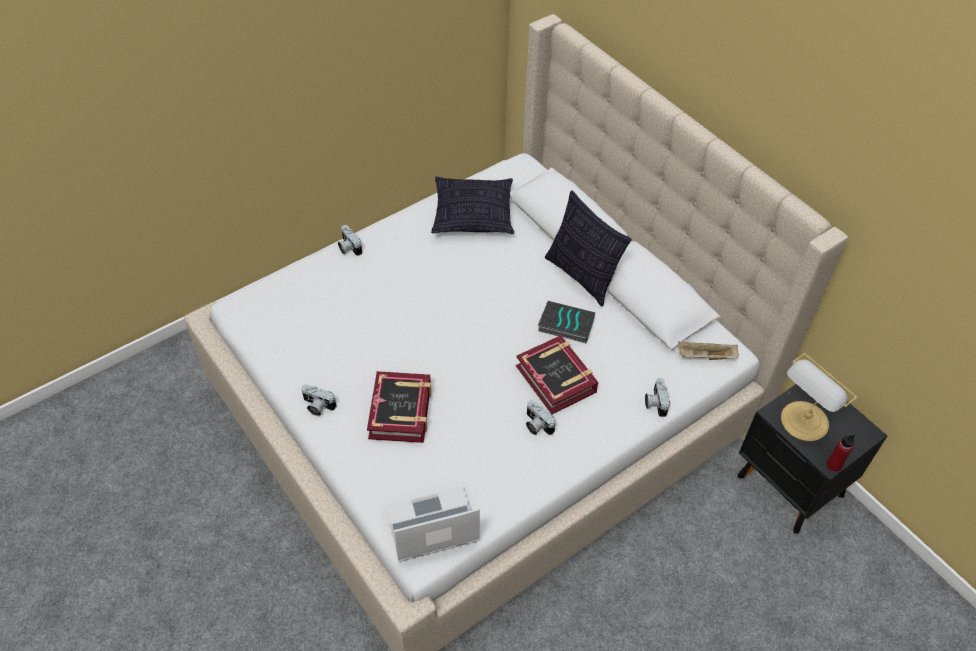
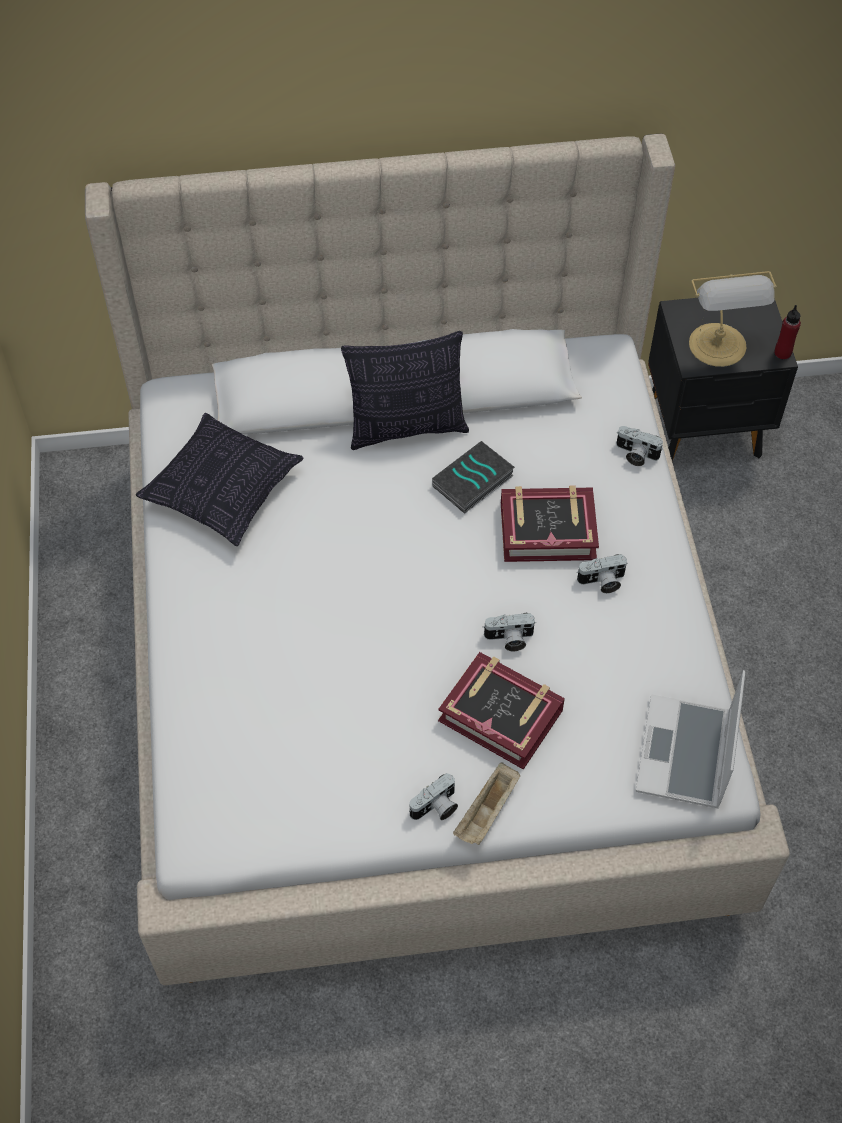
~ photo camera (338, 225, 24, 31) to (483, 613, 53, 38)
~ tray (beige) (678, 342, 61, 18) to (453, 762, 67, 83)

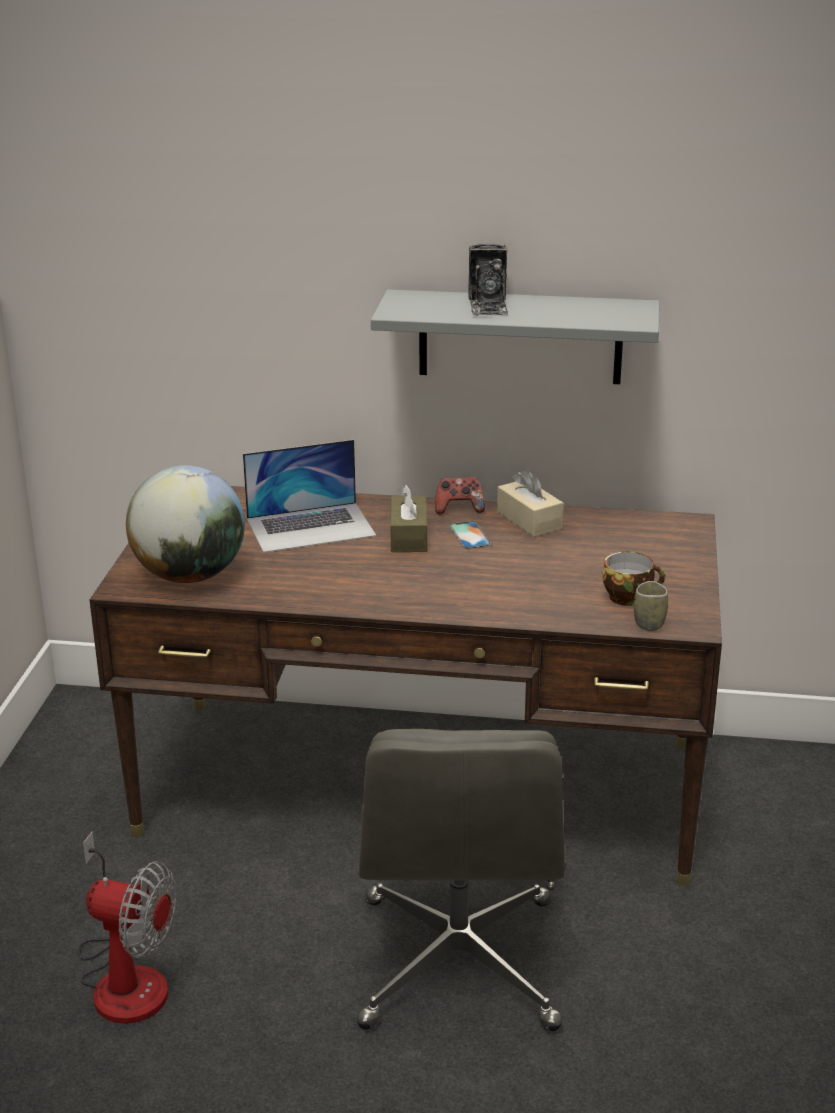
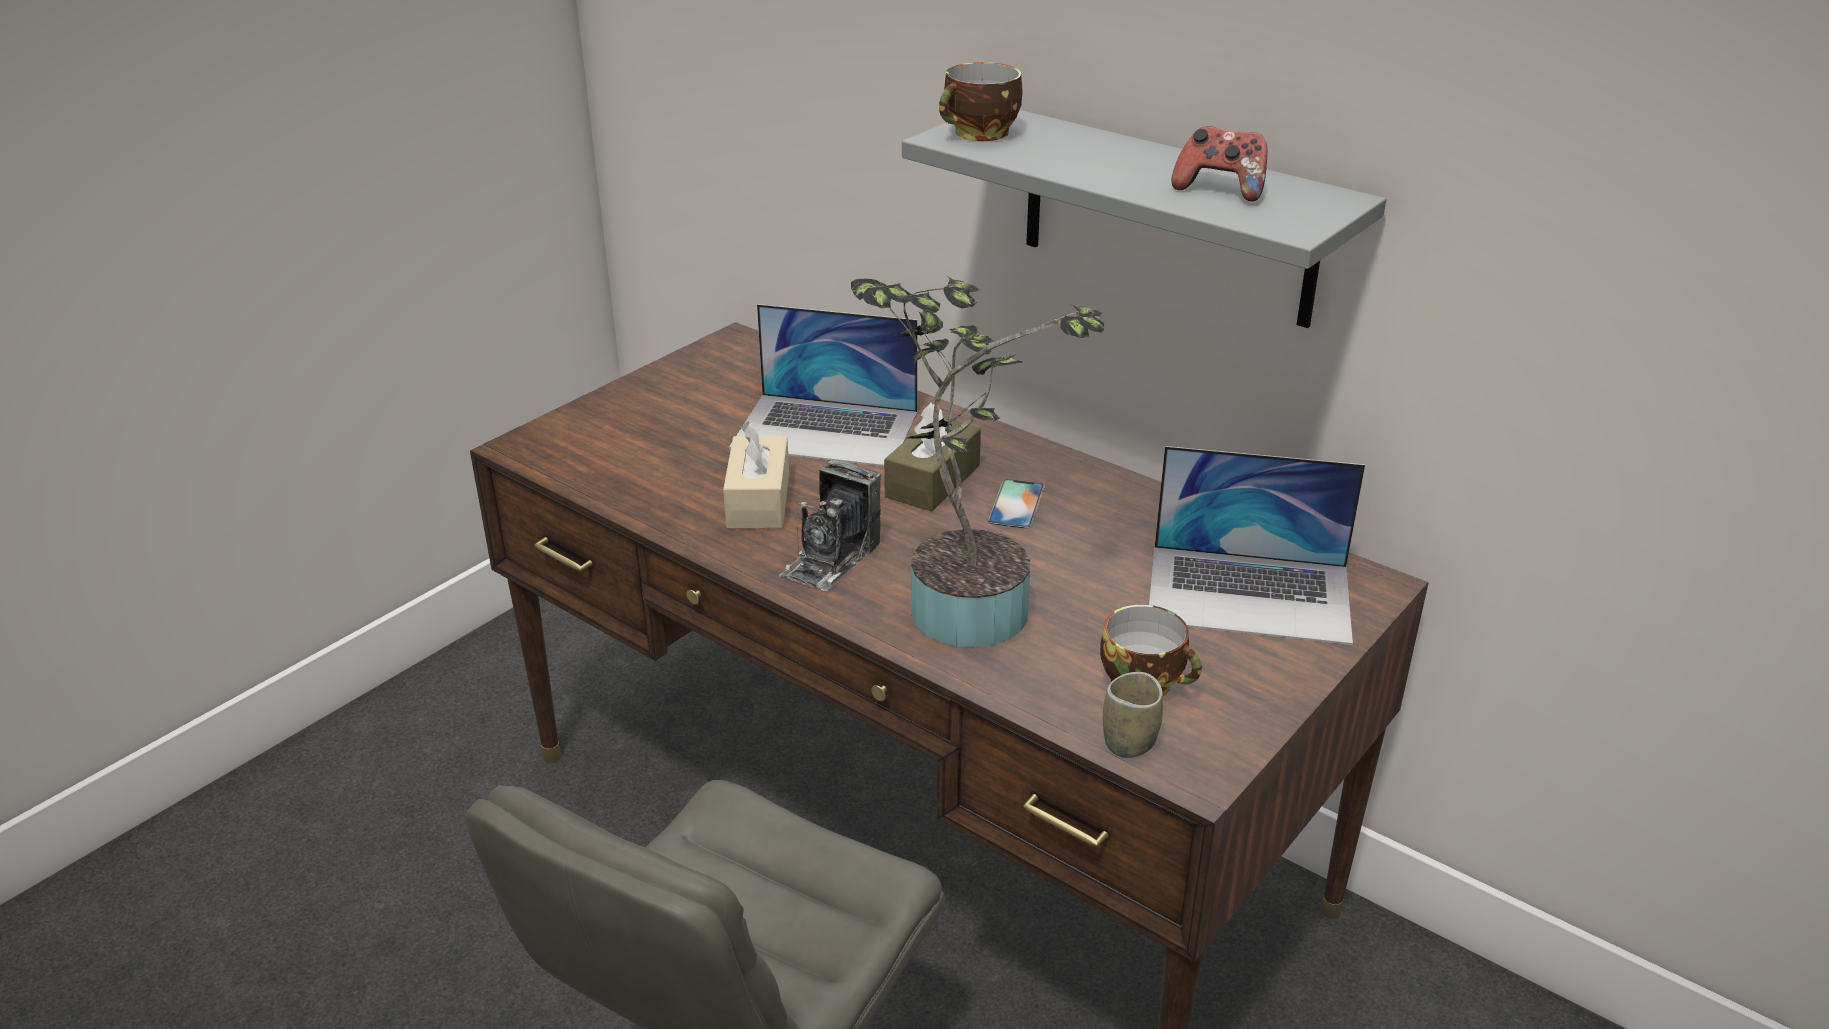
~ photo camera (468, 243, 40, 72) to (779, 460, 102, 131)
- globe (126, 465, 119, 118)
~ tissue box (beige) (497, 469, 67, 68) to (723, 421, 66, 107)
~ game controller (435, 477, 50, 37) to (1172, 126, 95, 76)
- fan (78, 832, 98, 192)
+ cup (939, 62, 84, 79)
+ potted plant (851, 278, 253, 370)
+ laptop (1149, 446, 216, 199)

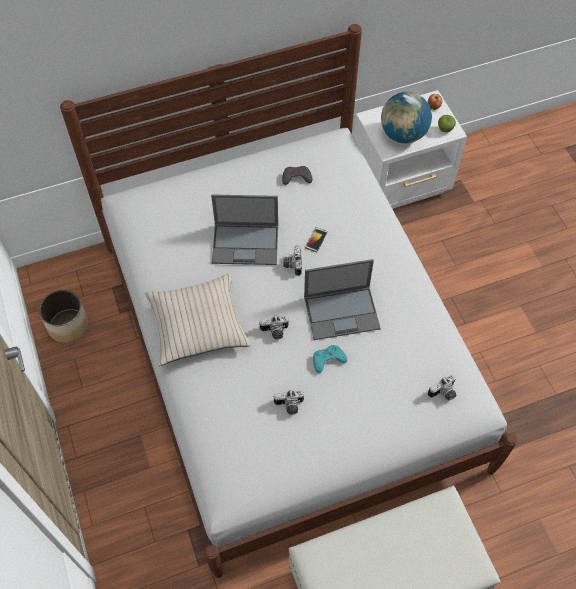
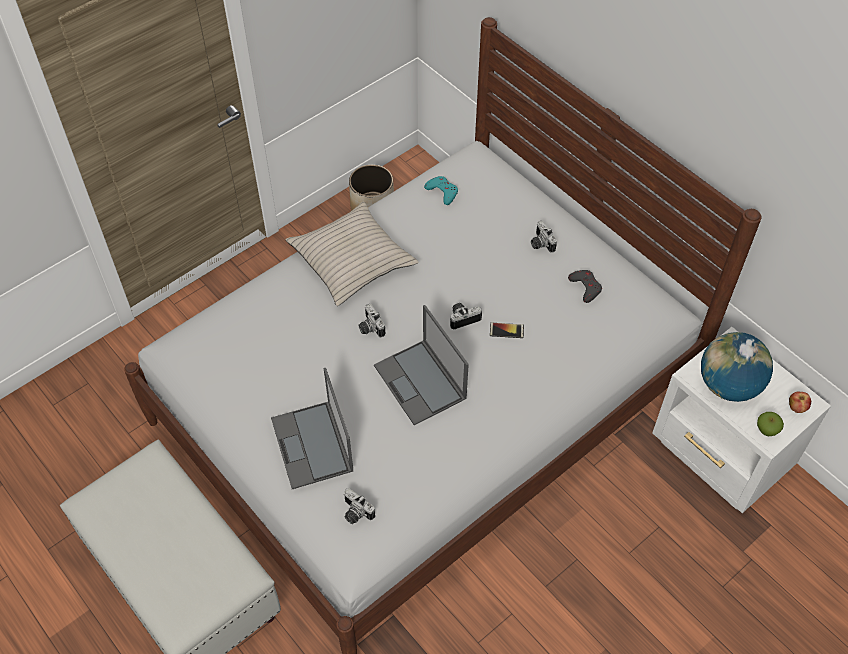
~ laptop (211, 195, 67, 70) to (271, 368, 82, 121)
~ game controller (turquoise) (313, 345, 34, 28) to (424, 176, 34, 29)
~ photo camera (274, 390, 30, 25) to (531, 221, 26, 32)

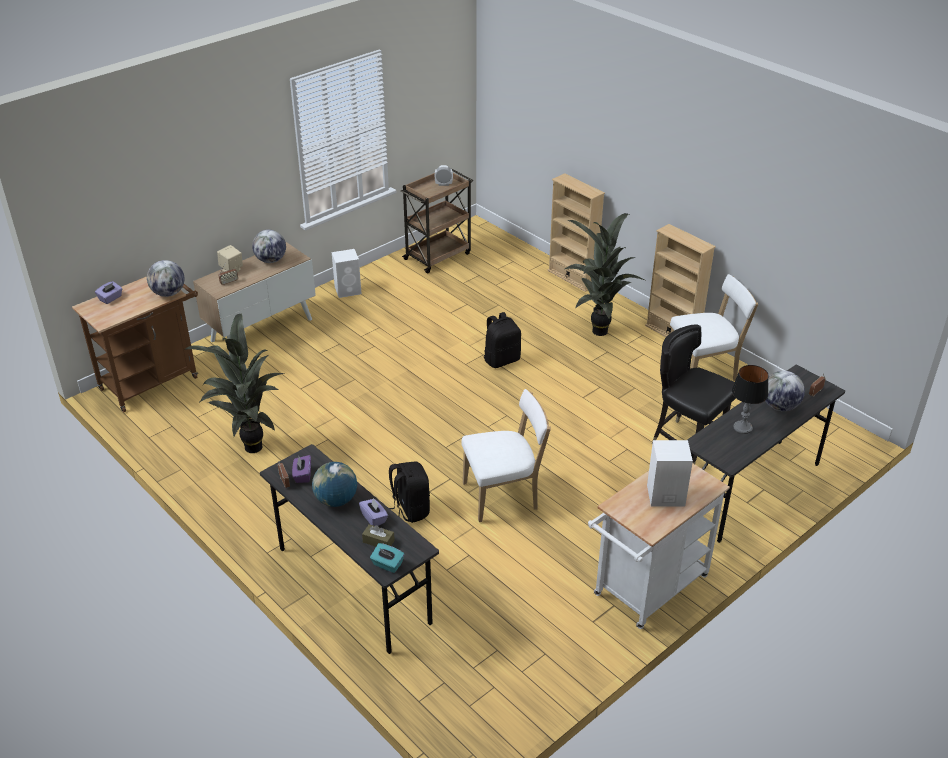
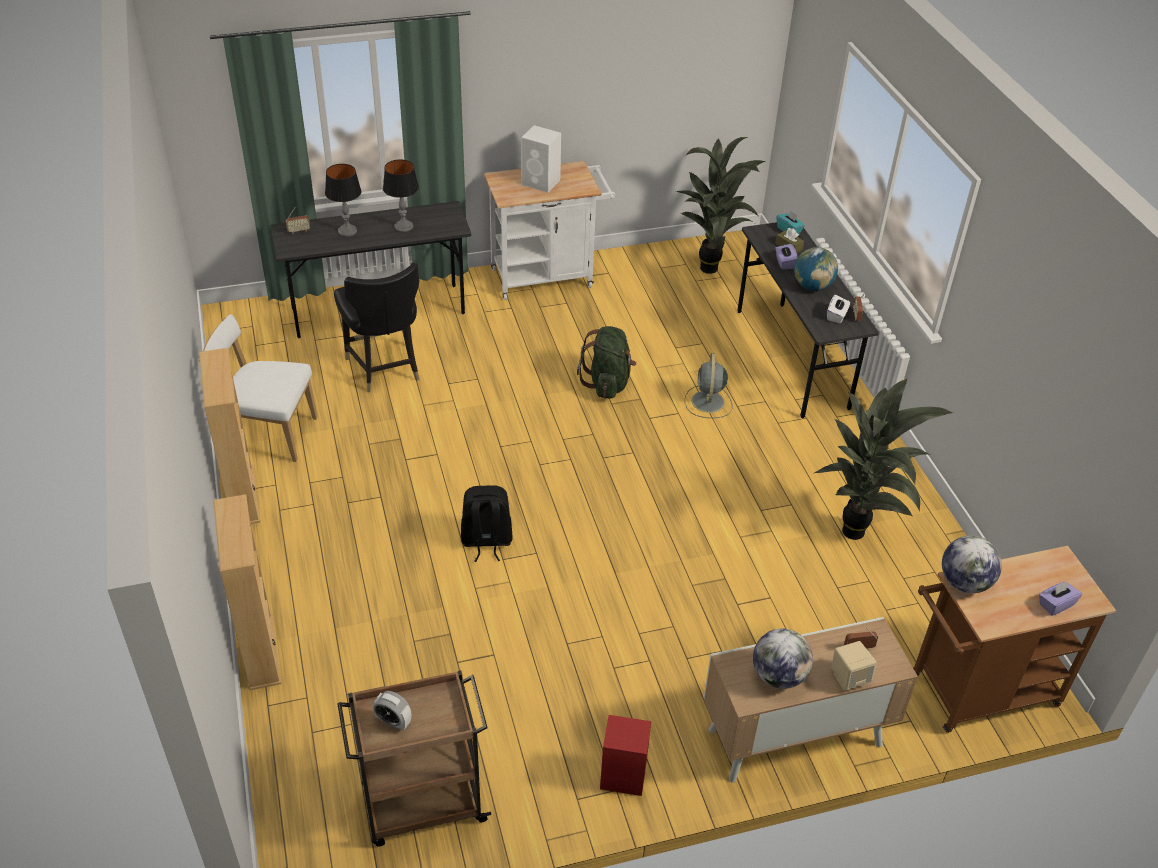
~ potted plant (565, 213, 79, 123) to (676, 137, 90, 137)
~ speaker (white) (332, 249, 29, 49) to speaker (red) (600, 715, 51, 81)
~ globe (765, 371, 40, 40) to table lamp (325, 164, 36, 73)
~ chair (white) (461, 389, 90, 133) to backpack (green) (577, 326, 59, 72)
~ tissue box (purple) (292, 455, 19, 28) to tissue box (white) (827, 295, 23, 28)
~ backpack (black) (389, 462, 41, 61) to fan (grey) (685, 353, 47, 65)

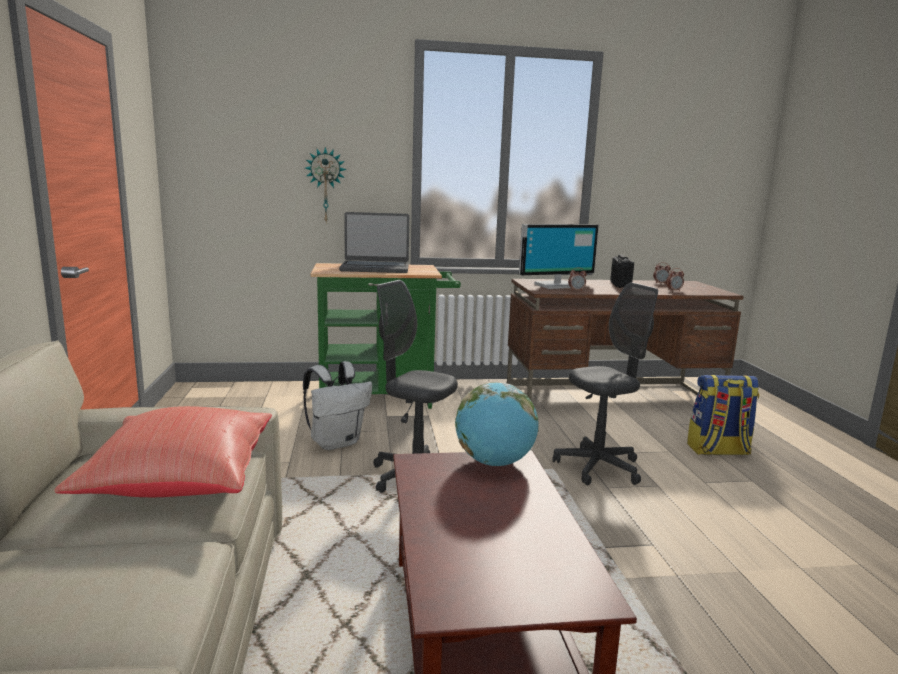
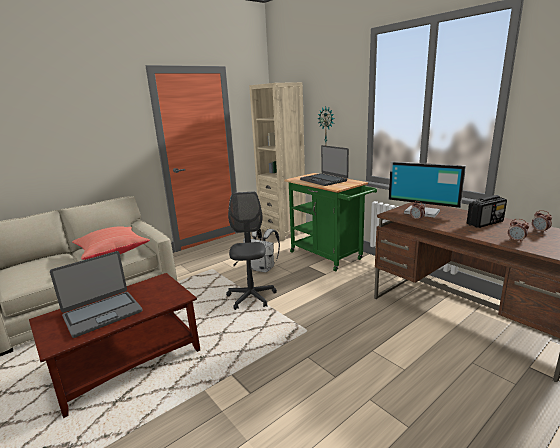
- office chair (grey) (552, 282, 106, 203)
- backpack (687, 375, 72, 80)
- globe (455, 382, 84, 84)
+ bookcase (beige) (249, 82, 57, 159)
+ laptop (50, 251, 93, 87)

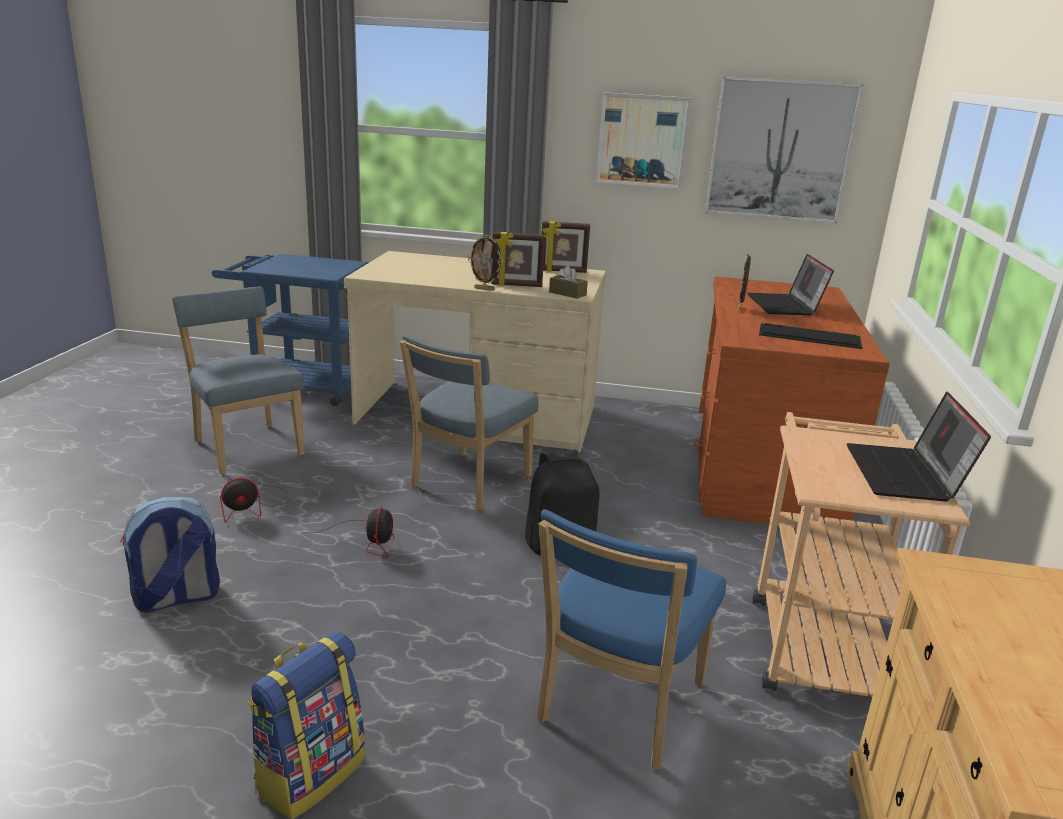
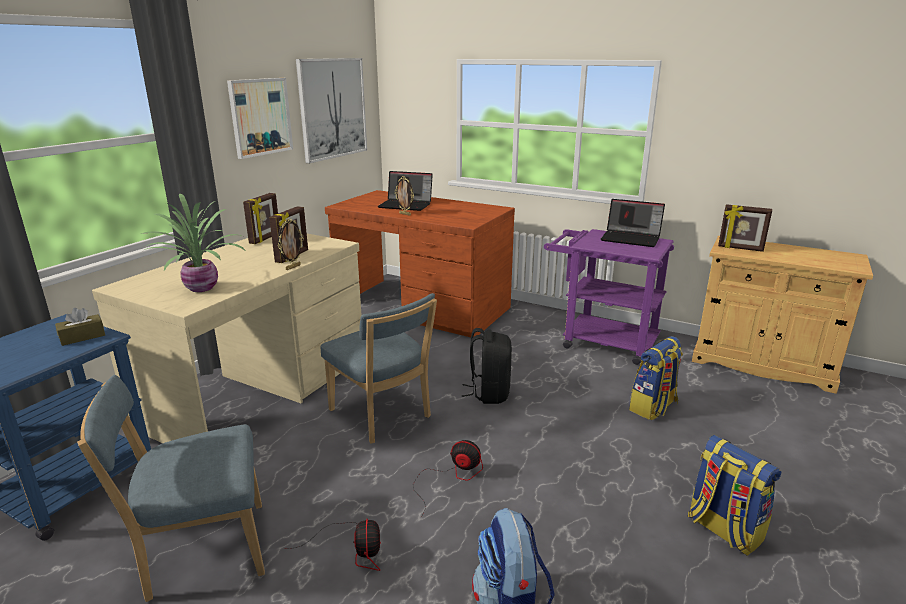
~ tissue box (brown) (549, 265, 39, 34) to (55, 308, 50, 38)
- keyboard (759, 323, 103, 26)
~ cart (beige) (752, 412, 218, 285) to cart (purple) (544, 229, 130, 136)
~ chair (blue) (537, 509, 189, 260) to backpack (629, 336, 54, 84)
+ potted plant (141, 194, 105, 98)
+ picture frame (718, 204, 54, 48)

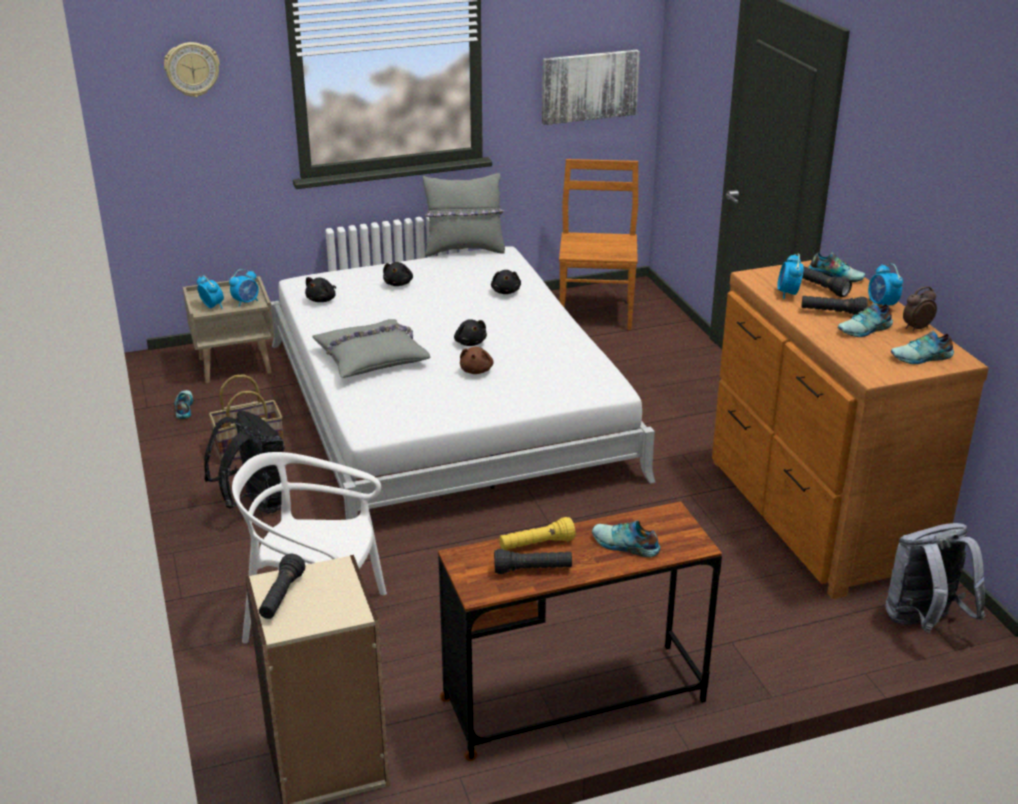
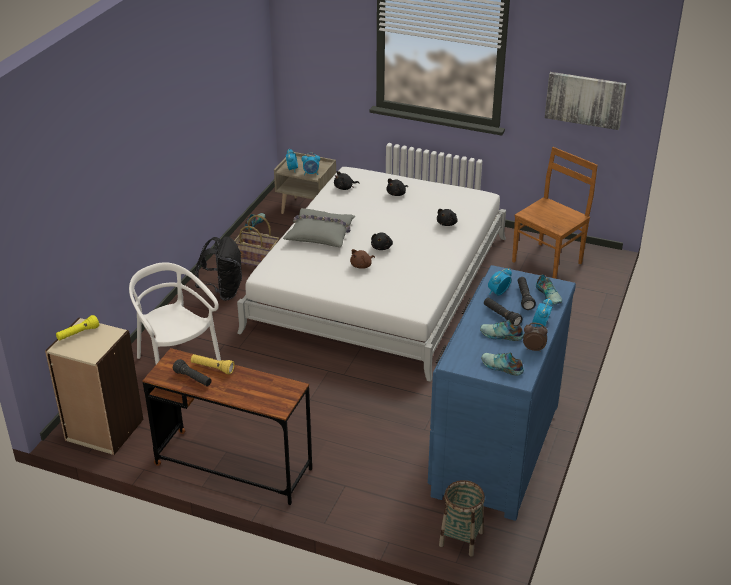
- wall clock (164, 42, 56, 55)
- pillow (grey) (423, 173, 82, 83)
~ dresser (brown) (712, 260, 277, 339) to dresser (blue) (428, 265, 148, 256)
- shoe (592, 520, 68, 37)
~ backpack (grey) (885, 523, 100, 110) to basket (439, 480, 46, 77)
~ flashlight (black) (259, 554, 46, 65) to flashlight (yellow) (56, 315, 43, 26)

